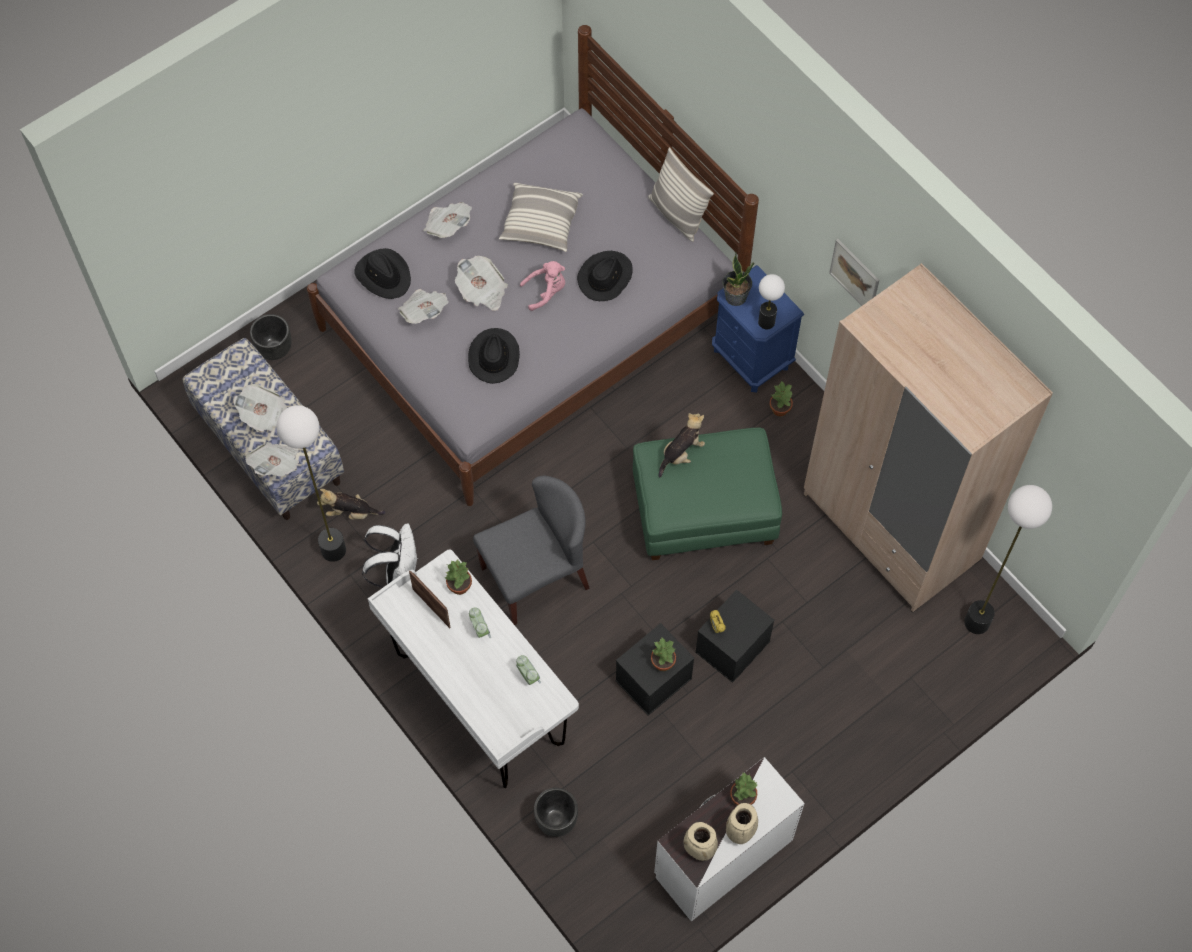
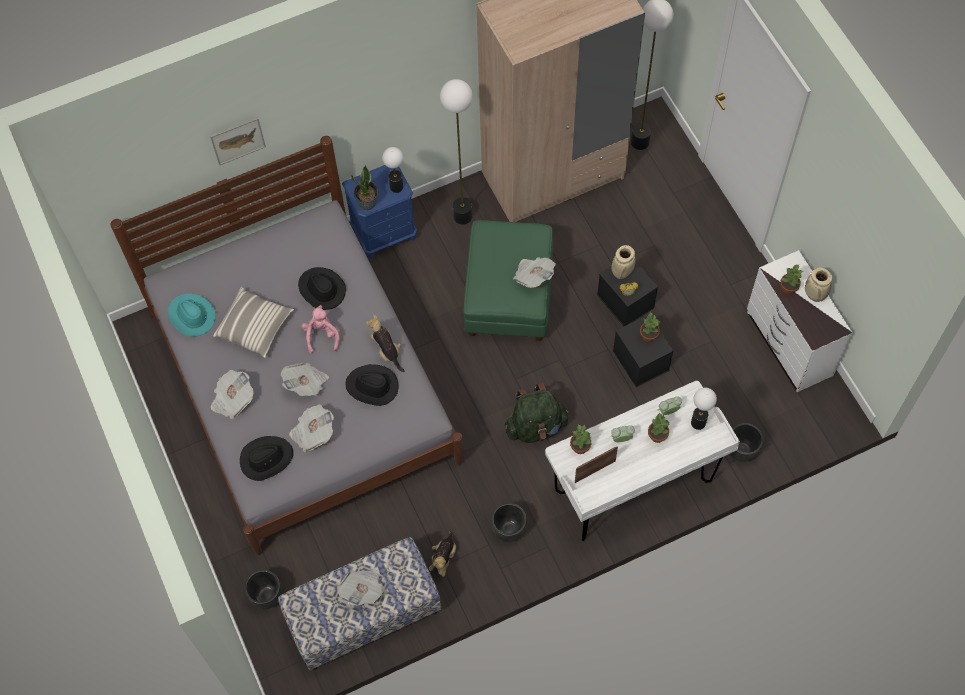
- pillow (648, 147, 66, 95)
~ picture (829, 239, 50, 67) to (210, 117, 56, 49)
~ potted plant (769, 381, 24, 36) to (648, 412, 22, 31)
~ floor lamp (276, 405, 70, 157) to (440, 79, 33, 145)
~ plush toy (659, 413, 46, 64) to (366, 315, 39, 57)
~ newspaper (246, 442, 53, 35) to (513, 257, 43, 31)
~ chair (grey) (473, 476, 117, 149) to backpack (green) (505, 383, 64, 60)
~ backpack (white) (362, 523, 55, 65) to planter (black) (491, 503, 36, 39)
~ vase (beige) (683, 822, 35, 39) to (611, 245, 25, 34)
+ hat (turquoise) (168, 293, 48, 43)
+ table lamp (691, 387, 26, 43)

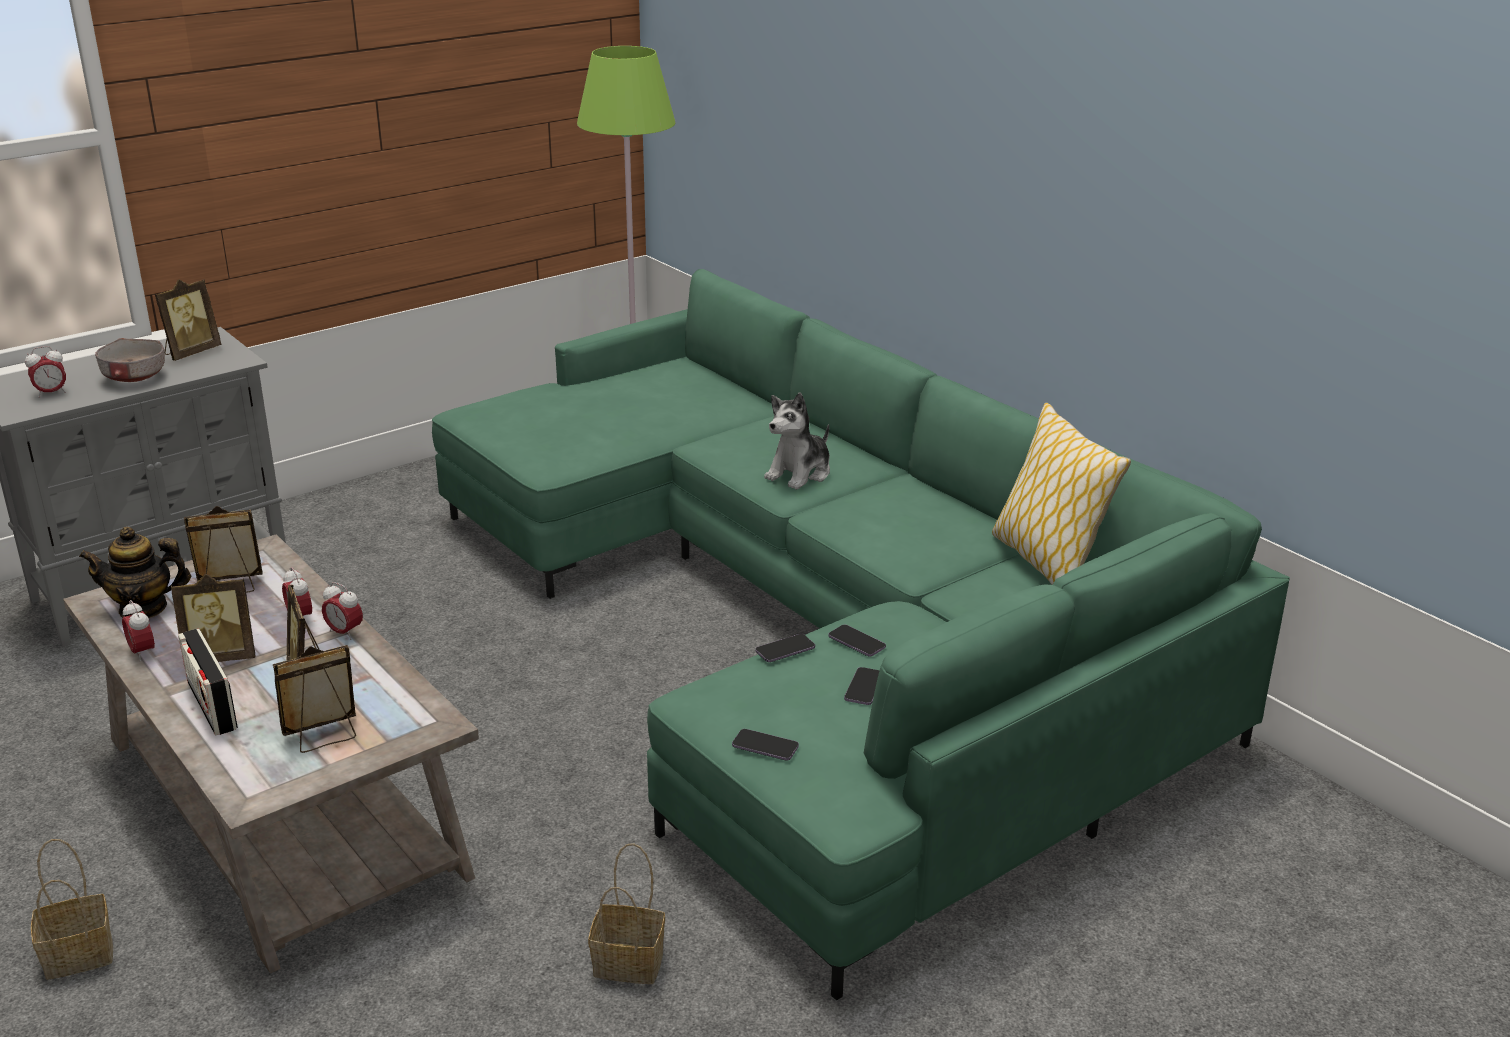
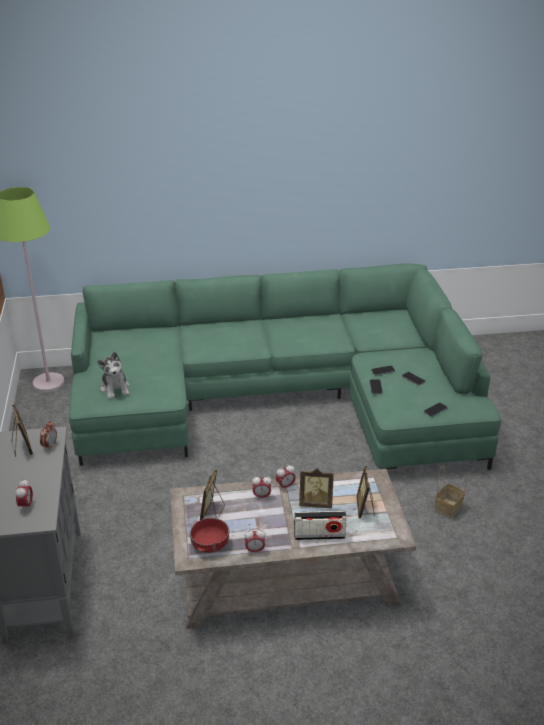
- bowl (grey) (95, 338, 70, 44)
~ plush toy (764, 392, 66, 98) to (97, 352, 33, 47)
- pillow (992, 403, 139, 182)
~ teapot (79, 527, 112, 91) to bowl (red) (190, 518, 39, 35)
- picture frame (171, 574, 84, 88)
- basket (31, 839, 82, 141)
+ alarm clock (40, 421, 17, 29)

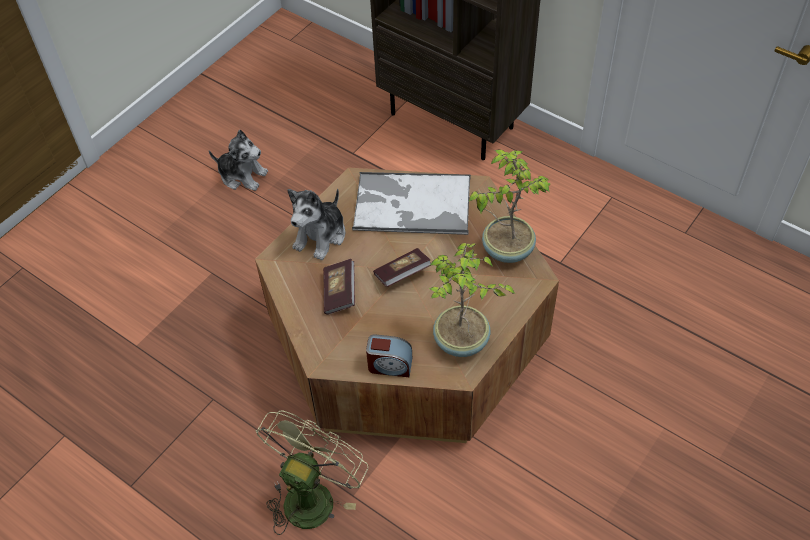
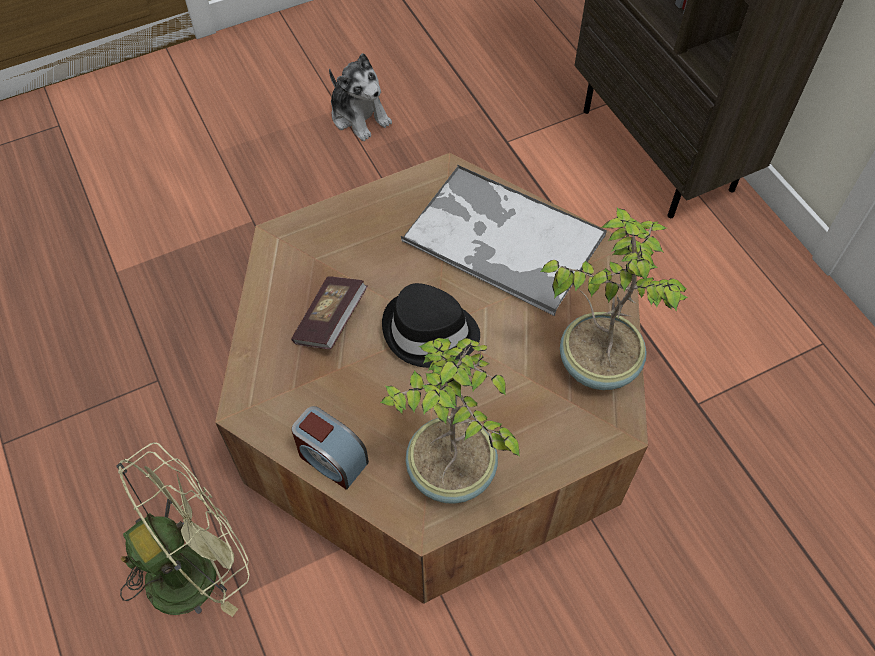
- plush toy (287, 189, 59, 71)
~ book (373, 248, 58, 39) to hat (black) (382, 283, 98, 85)

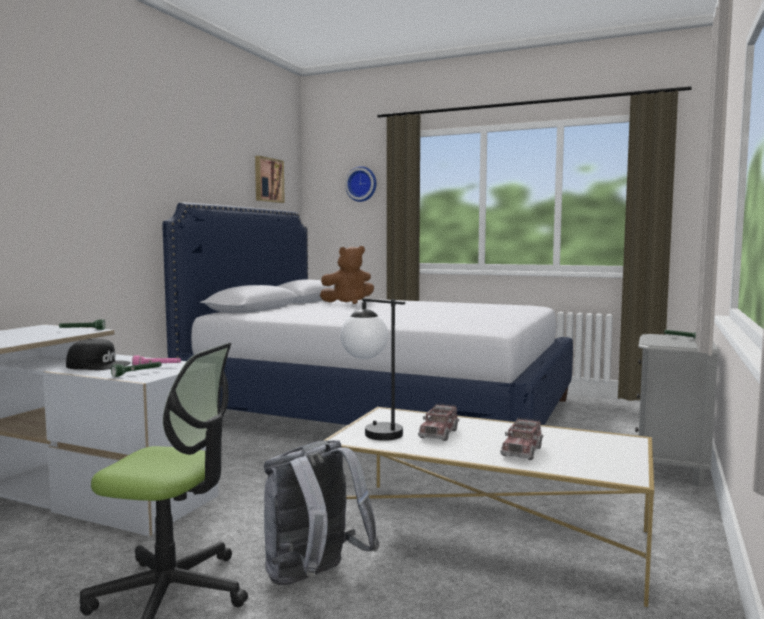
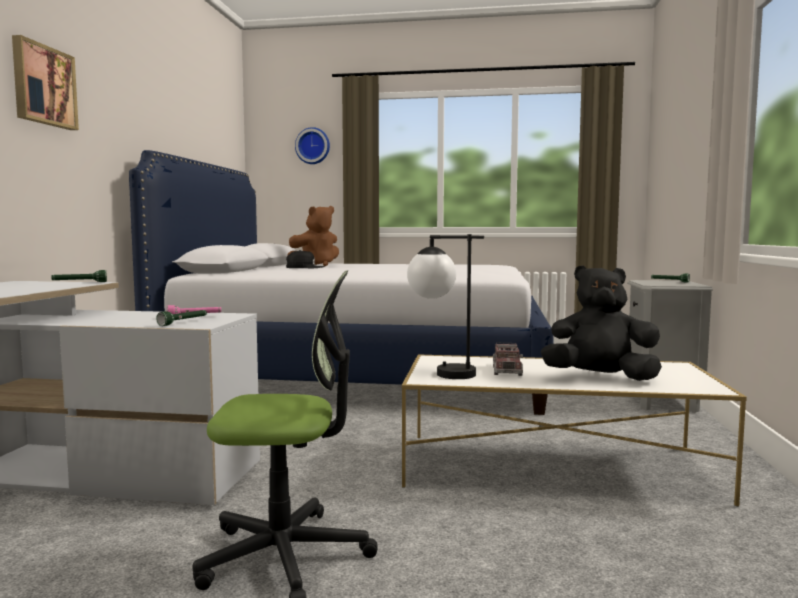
~ picture (255, 156, 30, 47) to (12, 35, 67, 95)
~ cap (black) (66, 339, 65, 31) to (286, 250, 39, 18)
~ toy truck (501, 418, 43, 42) to plush toy (black) (541, 265, 121, 116)
- backpack (grey) (264, 440, 116, 145)

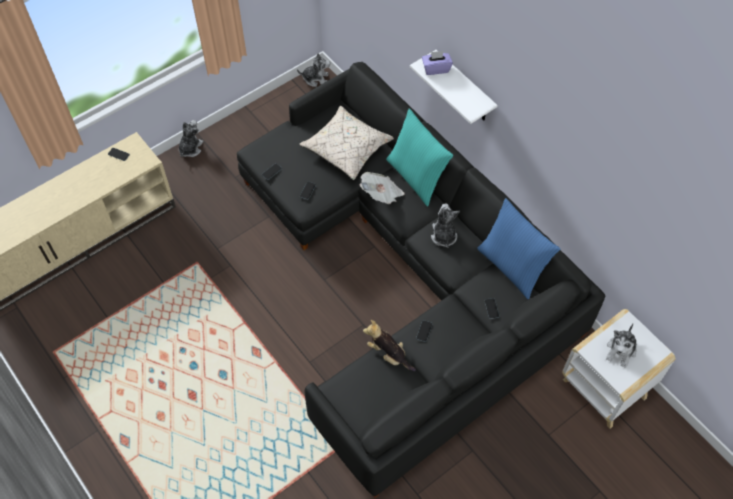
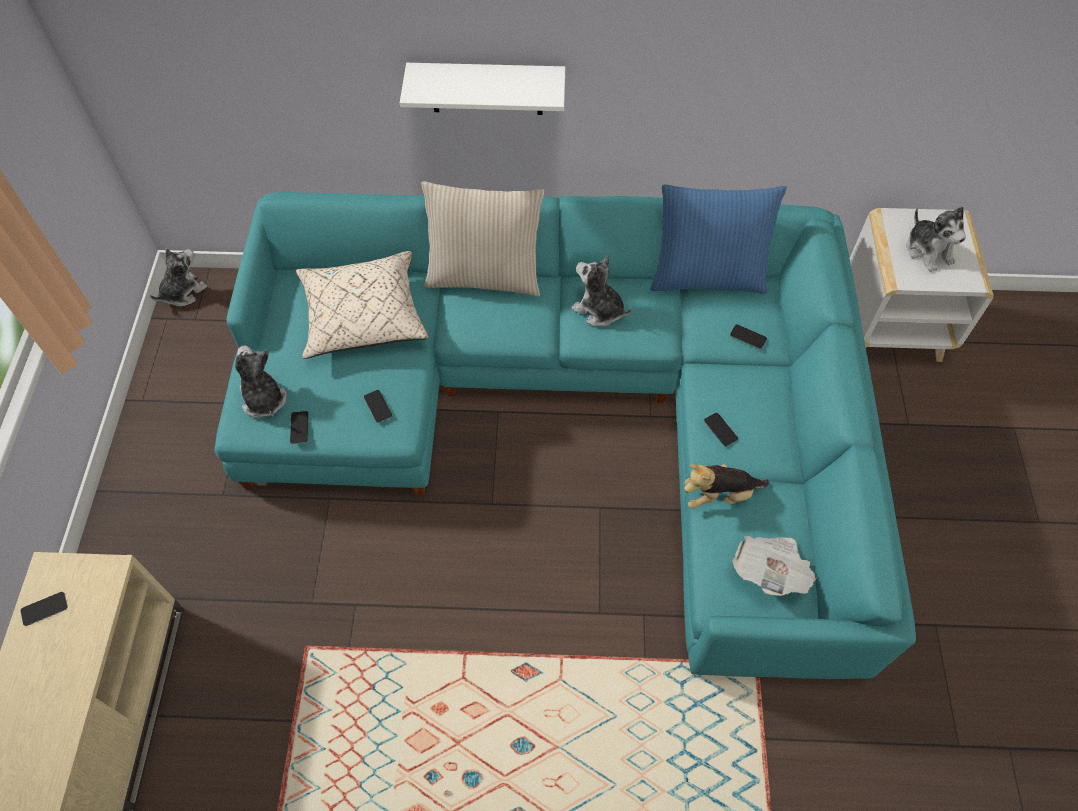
- tissue box (purple) (422, 51, 31, 24)
~ sofa (black) (237, 62, 368, 436) to sofa (turquoise) (214, 192, 702, 488)
~ pillow (turquoise) (386, 109, 67, 98) to pillow (beige) (421, 182, 124, 114)
~ plush toy (179, 120, 24, 37) to (235, 345, 52, 73)
~ newspaper (360, 172, 44, 32) to (732, 536, 85, 60)

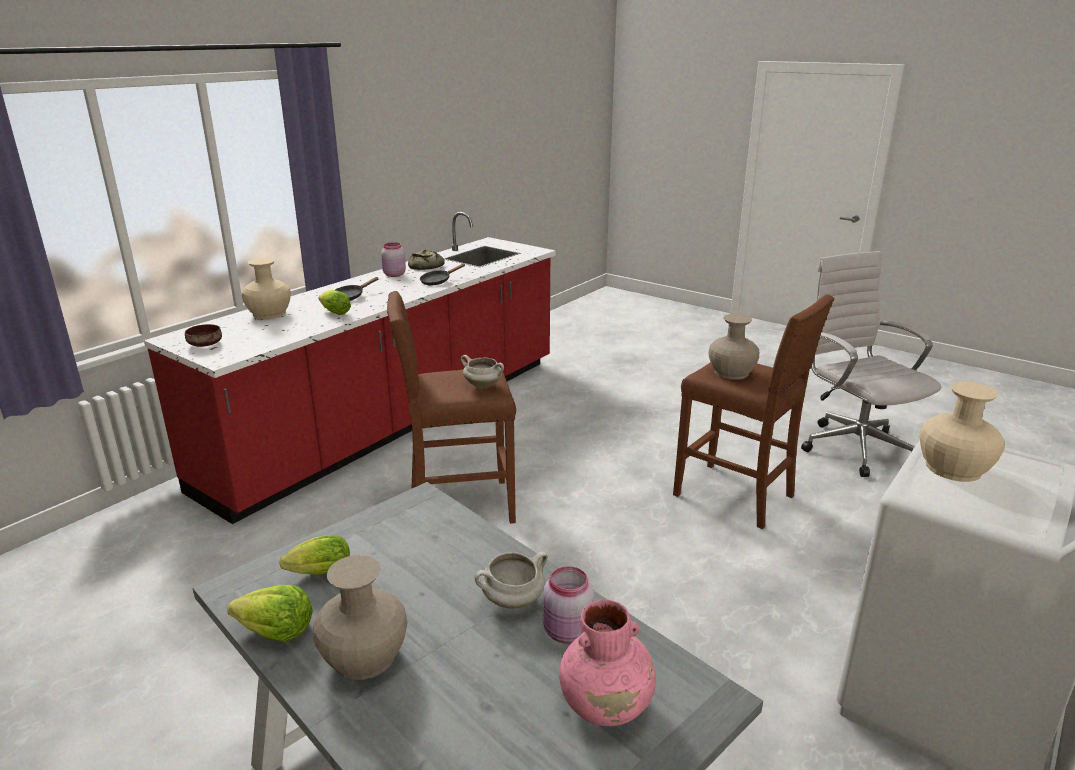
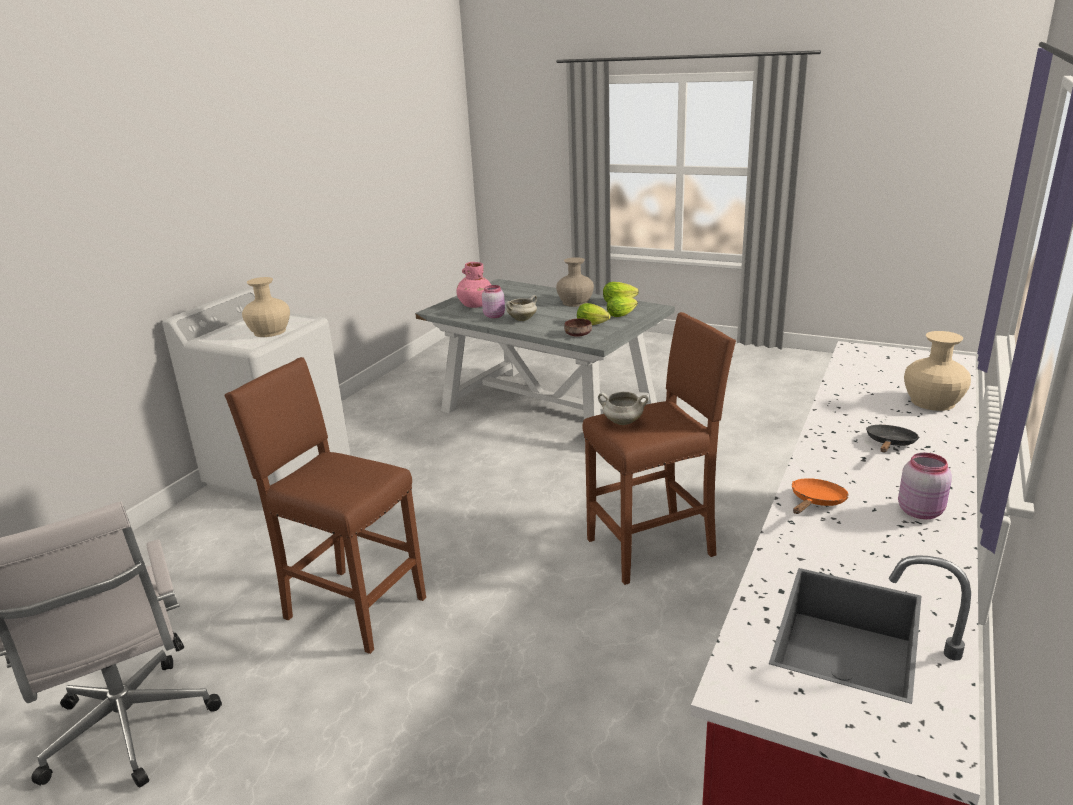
- bread (408, 250, 37, 20)
~ frying pan (black) (420, 264, 45, 21) to frying pan (orange) (792, 478, 56, 36)
~ lettuce (318, 290, 33, 25) to (577, 303, 34, 22)
- vase (beige) (708, 314, 51, 66)
~ bowl (brown) (185, 324, 37, 23) to (564, 318, 28, 19)

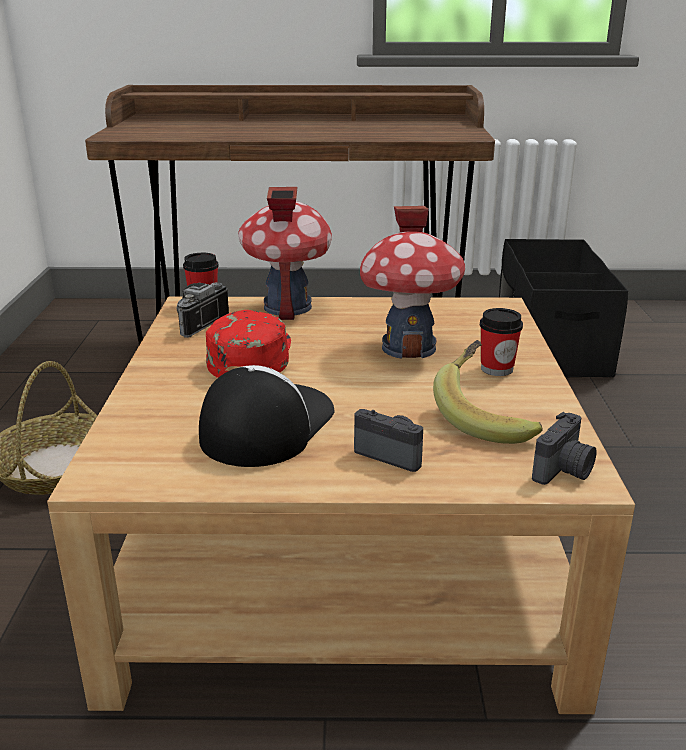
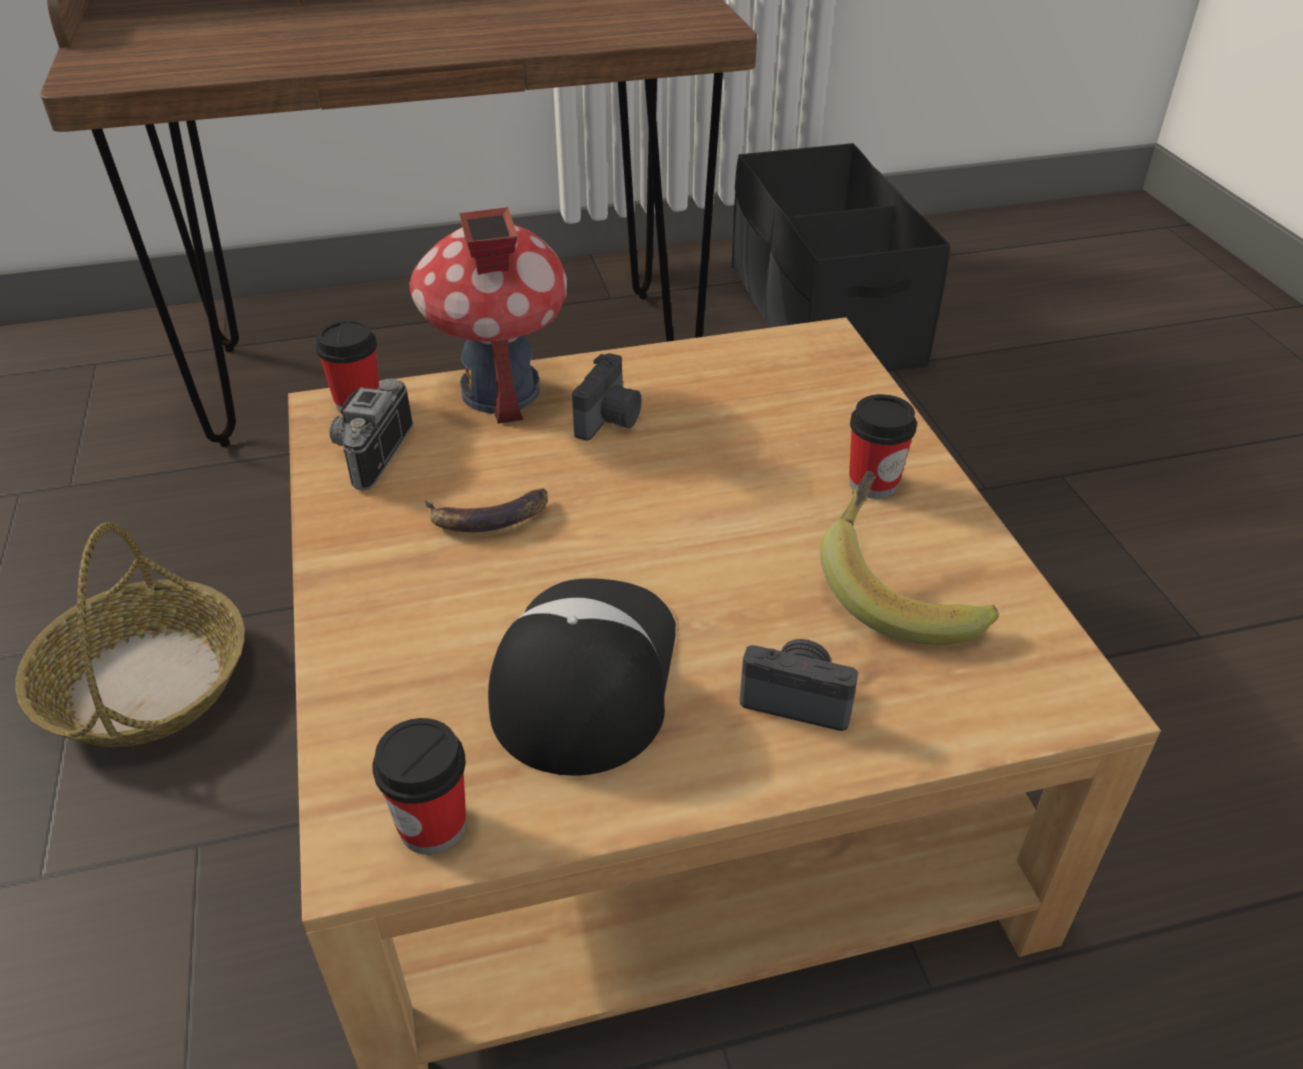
- toy house (360, 206, 106, 153)
~ cap (red) (206, 310, 85, 68) to banana (425, 488, 123, 44)
~ photo camera (532, 412, 65, 73) to (572, 353, 69, 88)
+ cup (373, 718, 93, 137)

